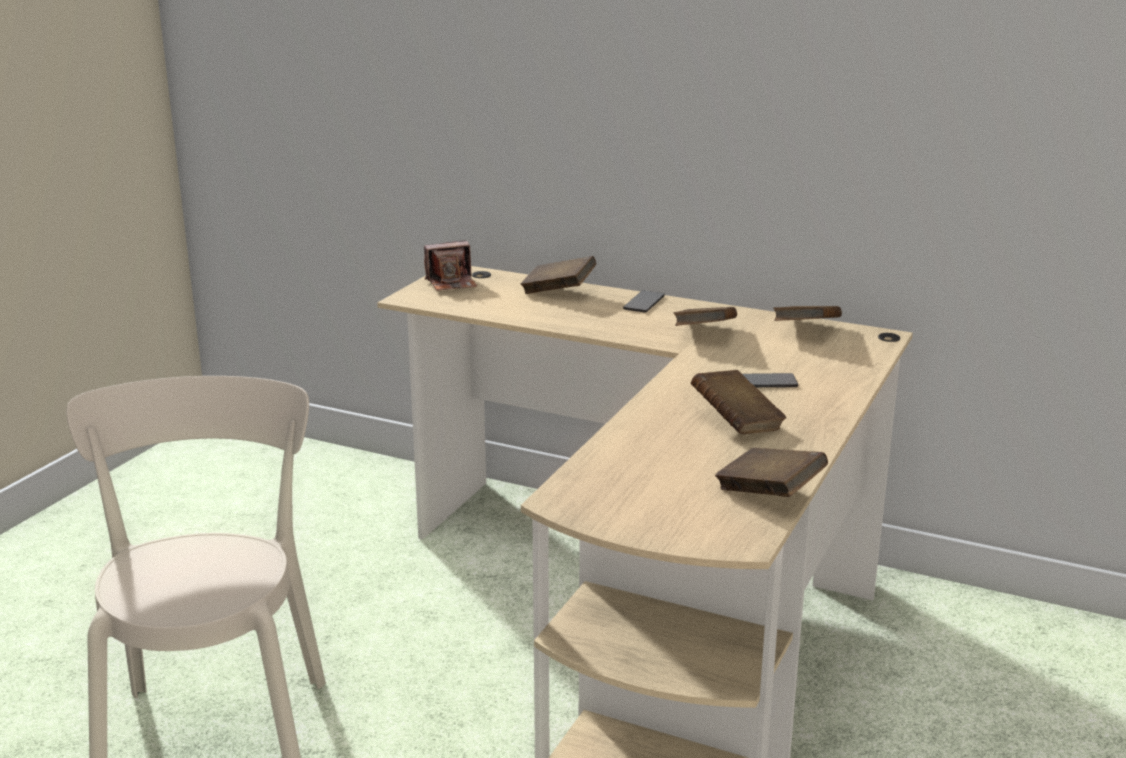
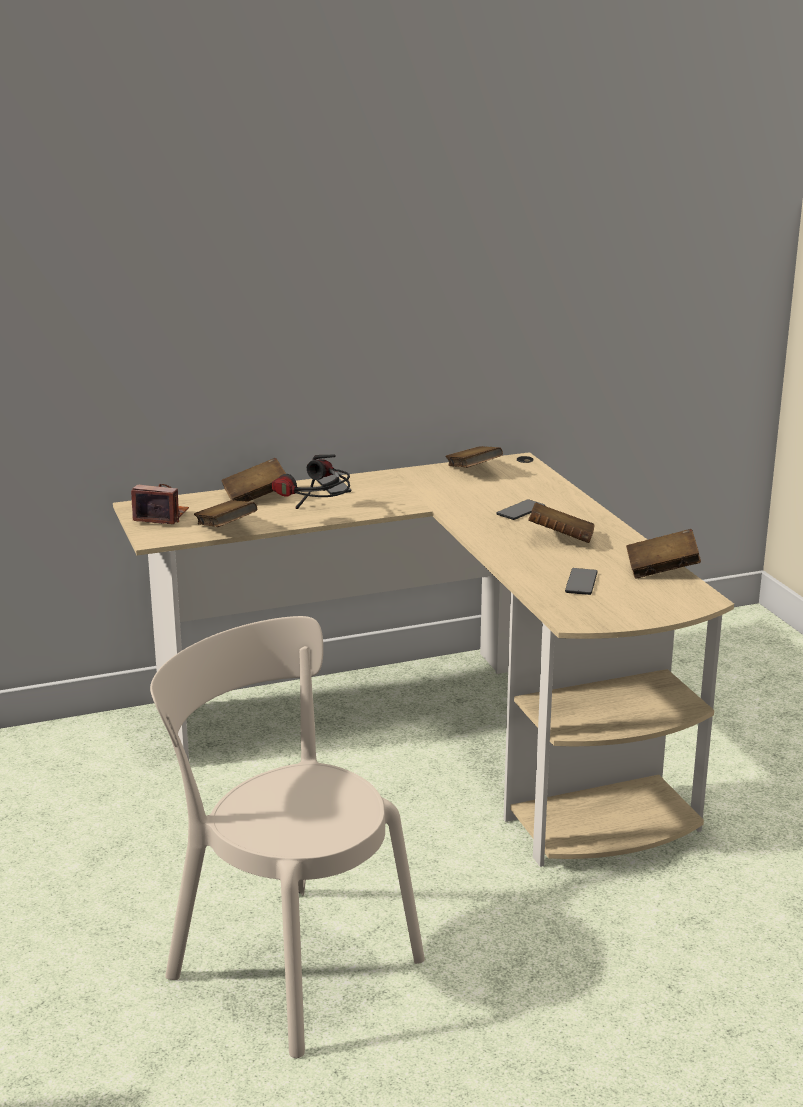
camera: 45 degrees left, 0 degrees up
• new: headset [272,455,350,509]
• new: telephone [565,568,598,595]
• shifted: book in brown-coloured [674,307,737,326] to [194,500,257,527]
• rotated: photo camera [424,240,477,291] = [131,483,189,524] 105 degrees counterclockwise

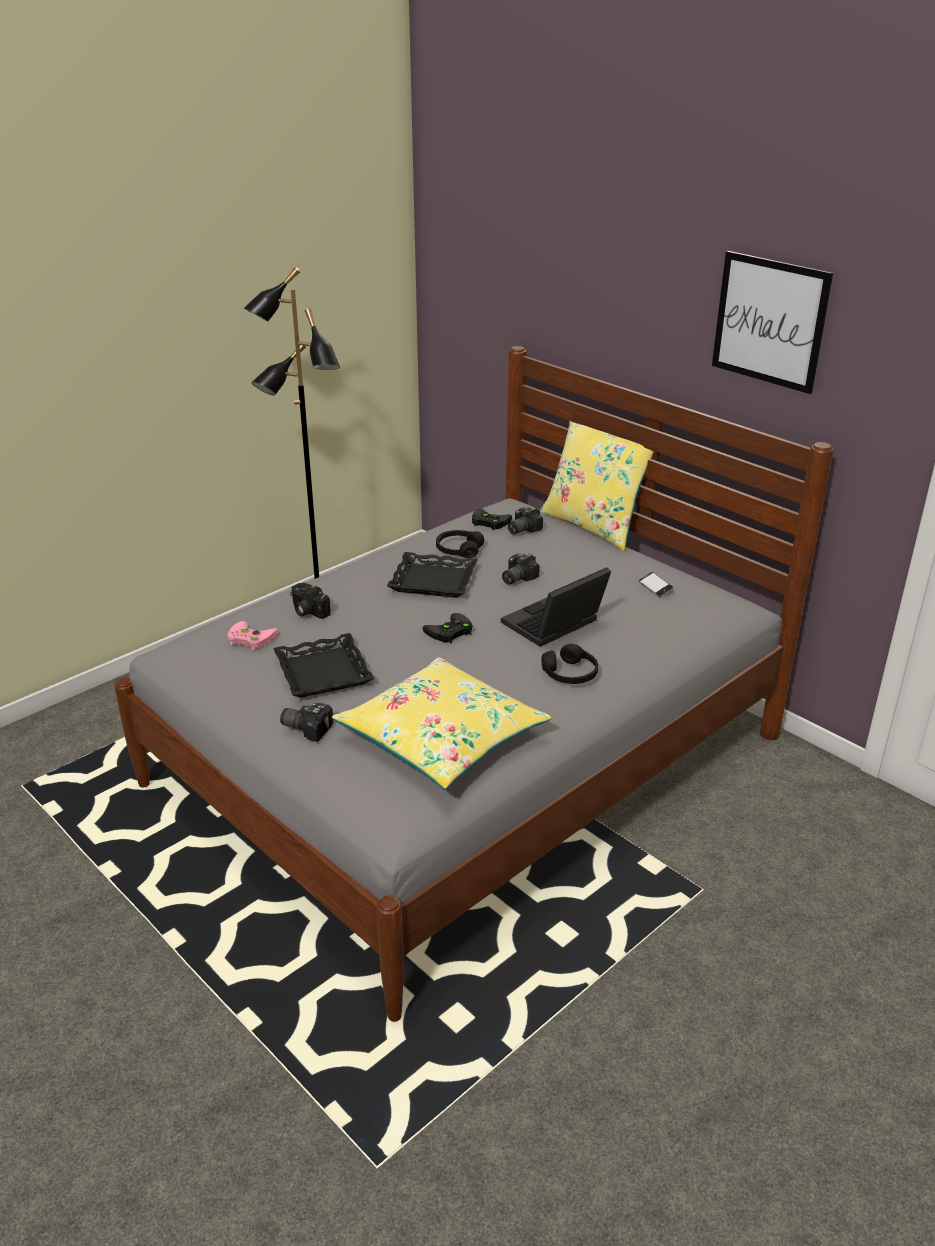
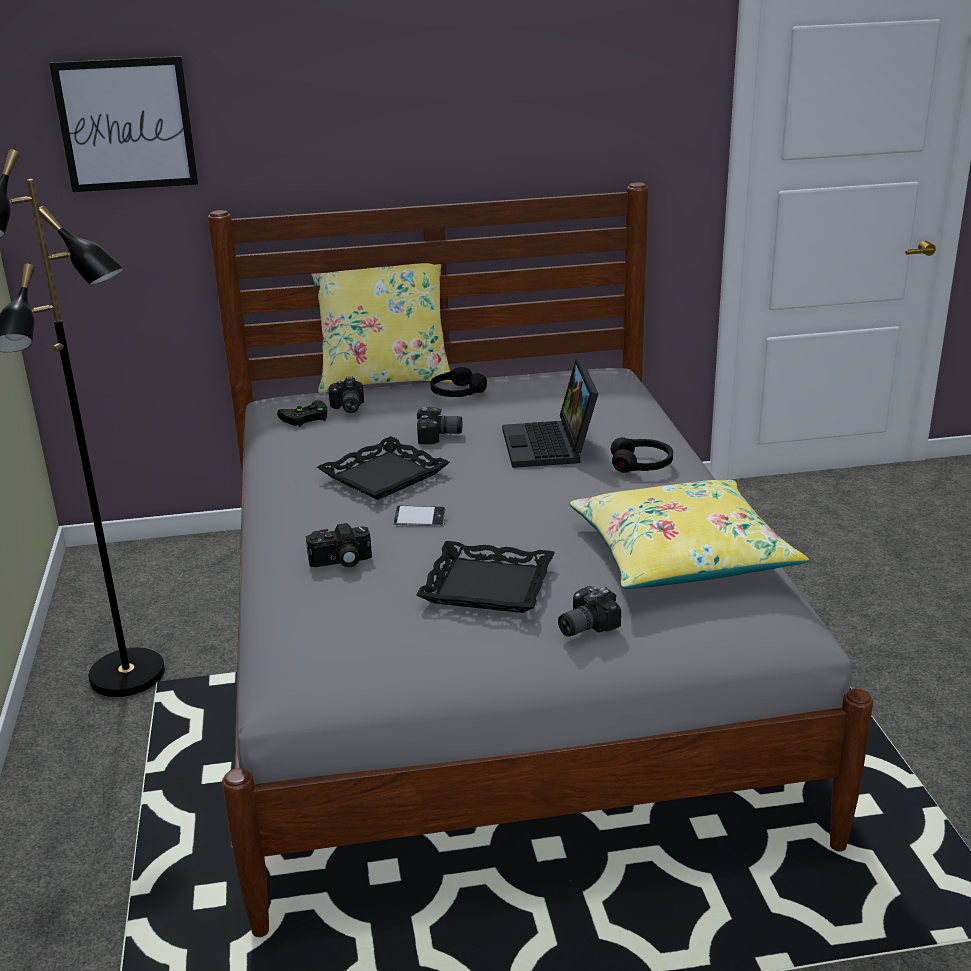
camera: 55 degrees left, 5 degrees down
• gone: game controller in pinkish [228,621,279,650]
• gone: game controller in black-coloured [423,613,473,644]
• shifted: headset in black-coloured [436,530,484,558] to [431,367,487,397]
• shifted: telephone [639,572,674,597] to [394,505,445,526]
• shifted: wall picture [712,251,833,394] to [49,56,198,192]
• rotated: photo camera [502,553,540,584] = [417,407,462,444] 75 degrees counterclockwise

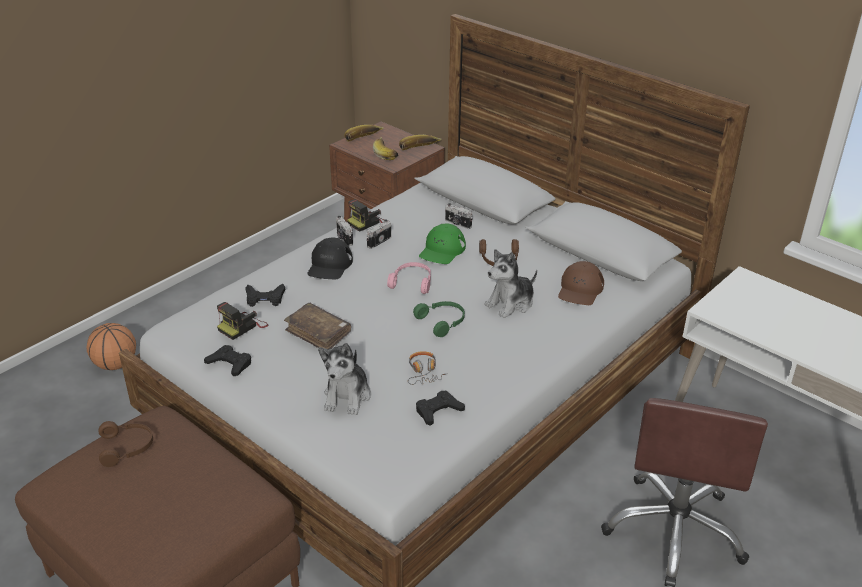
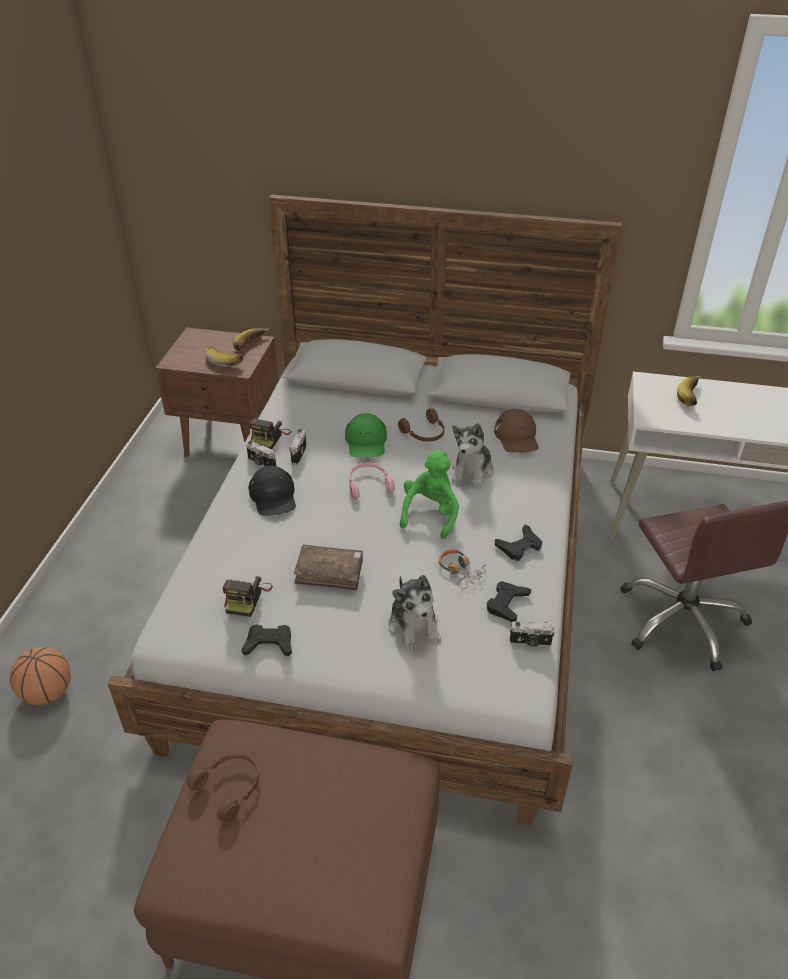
camera: 30 degrees left, 5 degrees up
• shifted: game controller in black-coloured [245,284,285,307] to [495,524,542,561]
• shifted: whole banana [345,125,384,141] to [677,376,701,406]
• shifted: photo camera [445,203,472,229] to [510,621,555,647]
• swapped: headset in greenish [413,301,465,337] to soft toy in greenish [400,450,459,539]

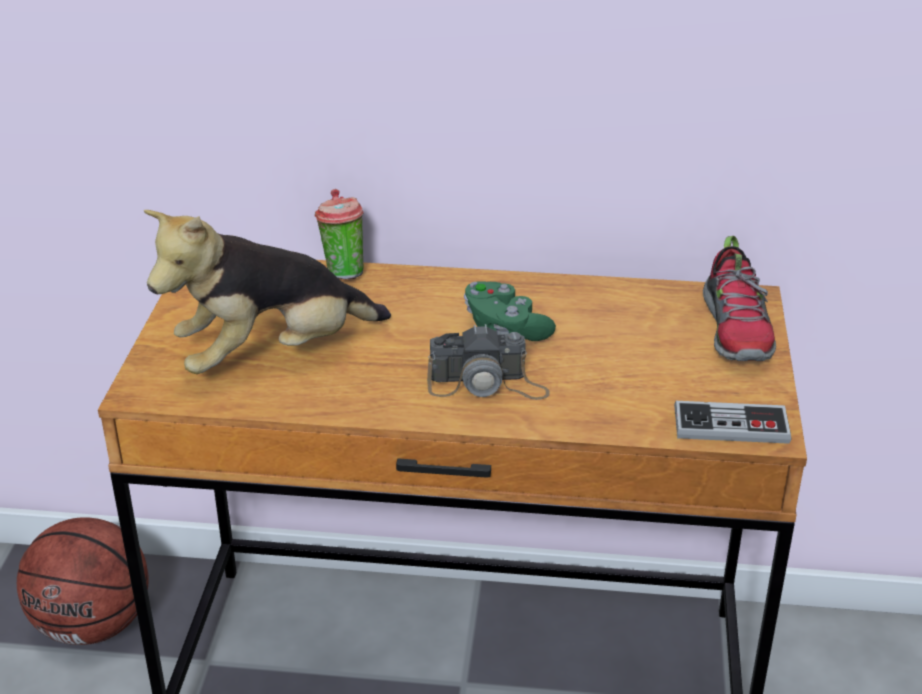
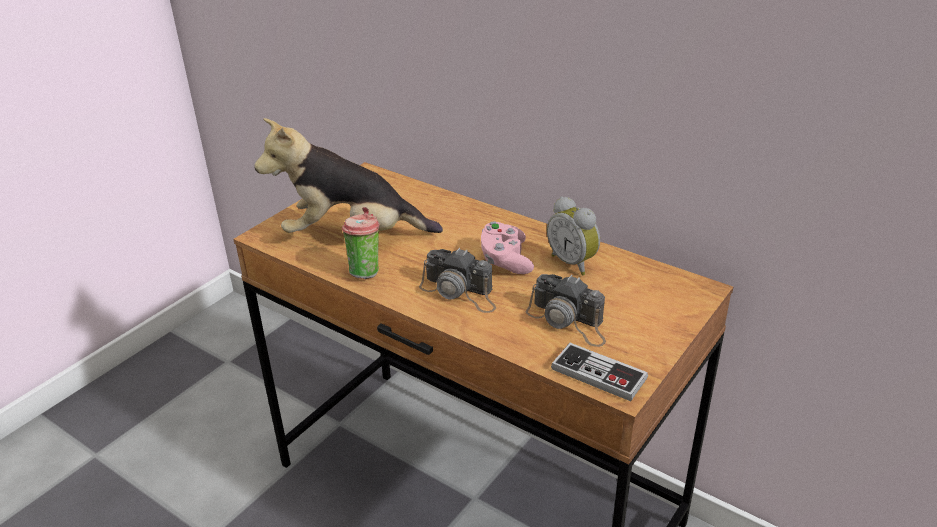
camera: 30 degrees right, 0 degrees up
• gone: ball for basketball [17,517,148,645]
• gone: shoe [703,236,776,361]
• new: photo camera [526,274,606,347]
• new: table clock [547,196,600,275]
• shifted: drinking cup [315,189,364,279] to [342,207,379,279]
• repainted: game controller in greenish [464,281,556,341] to game controller in pinkish [481,222,534,274]

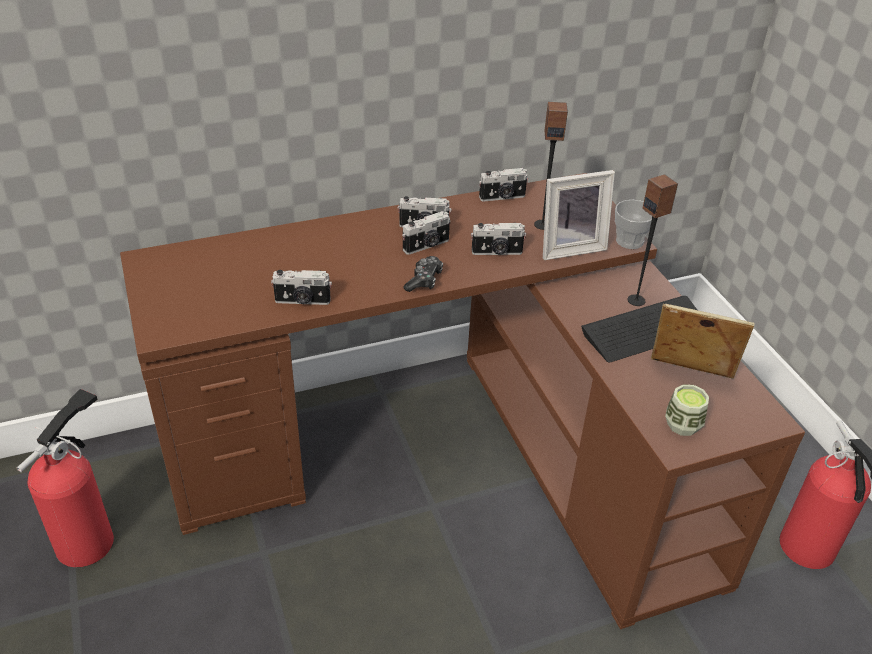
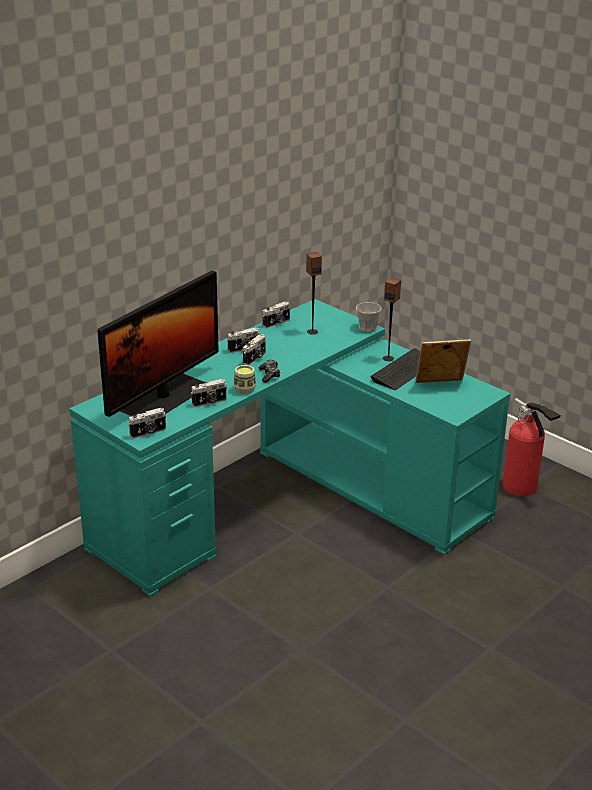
camera: 25 degrees left, 10 degrees down
• gone: fire extinguisher [17,389,114,567]
• gone: standing frame [543,170,615,260]
• new: monitor [97,271,219,417]
• shifted: photo camera [471,223,526,255] to [128,408,166,439]
• shifted: drinking cup [665,384,709,436] to [234,365,256,394]
• repainted: desk in brown-coloured [120,173,805,629] to desk in turquoise [69,299,510,596]

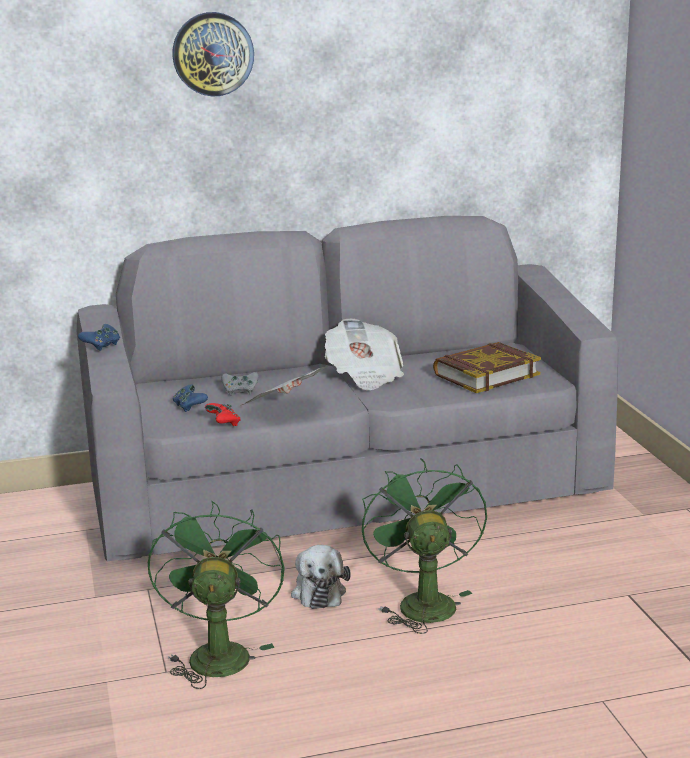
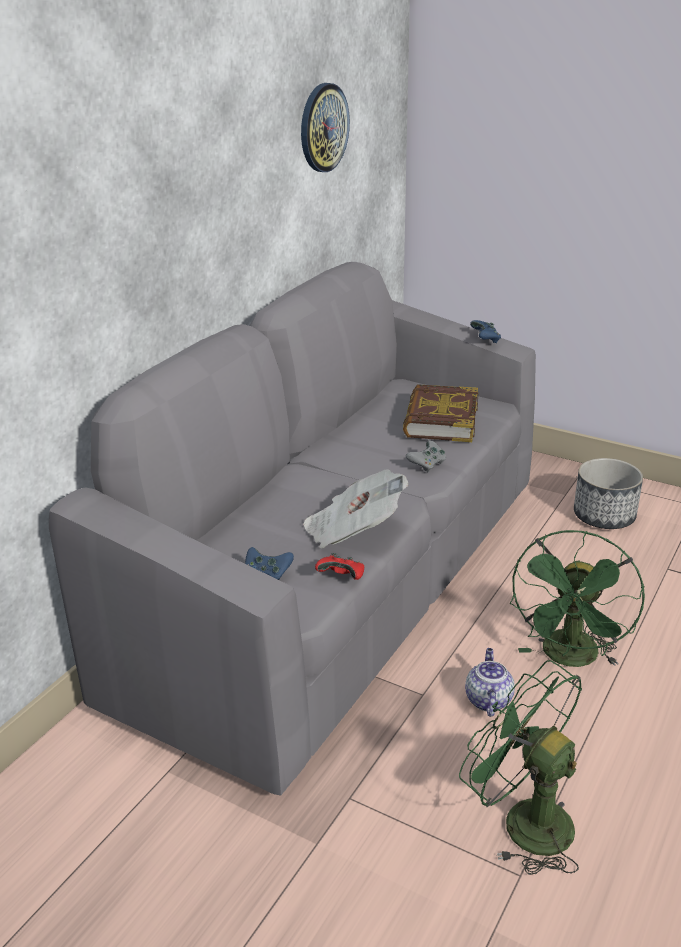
camera: 45 degrees left, 10 degrees up
• gone: printed paper [325,318,404,391]
• new: plant pot [574,458,643,529]
• shifted: game controller in blue-coloured [78,324,120,351] to [470,320,501,343]
• shifted: hanging clock [172,12,254,97] to [301,83,350,172]
• shifted: game controller in grey [221,372,259,395] to [406,440,446,472]
• swapped: soft toy [291,545,351,609] to tea pot [465,648,515,717]
• rotated: electric fan in greenish [362,458,487,634] = [510,530,645,667] 105 degrees counterclockwise

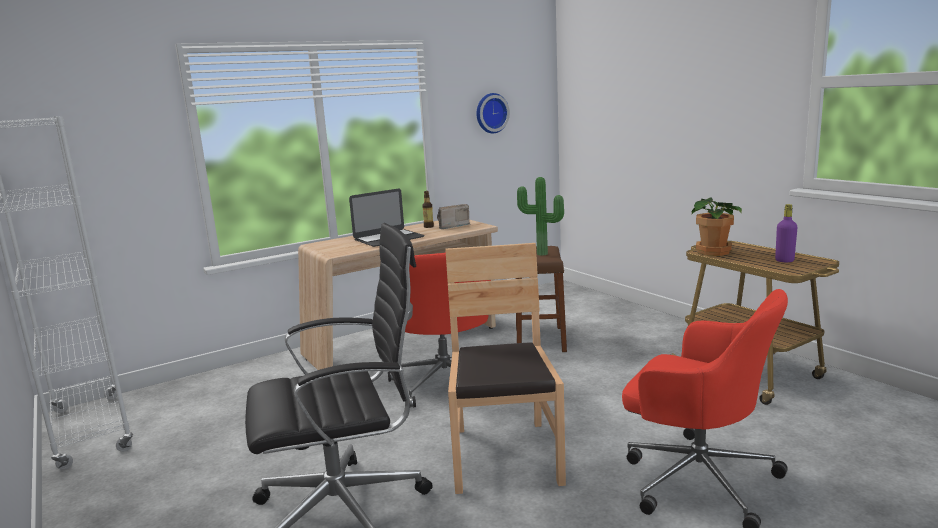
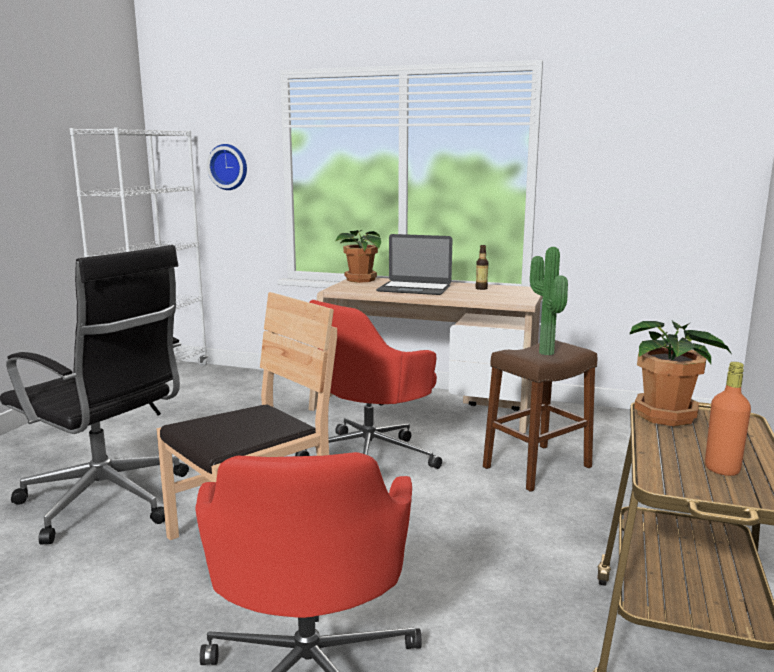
camera: 50 degrees right, 0 degrees up
• gone: radio set [437,204,470,229]
• new: houseplant [335,230,381,283]
• shifted: hanging clock [476,93,510,133] to [207,144,247,190]
• repainted: beverage bottle in purple-coloured [775,204,798,262] to beverage bottle in orangey [705,362,751,476]

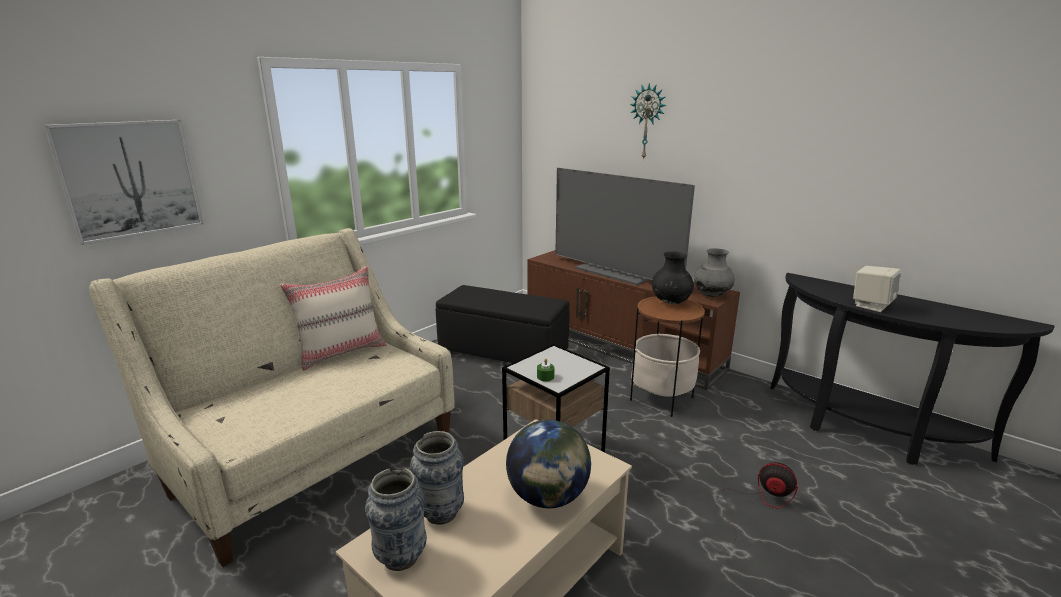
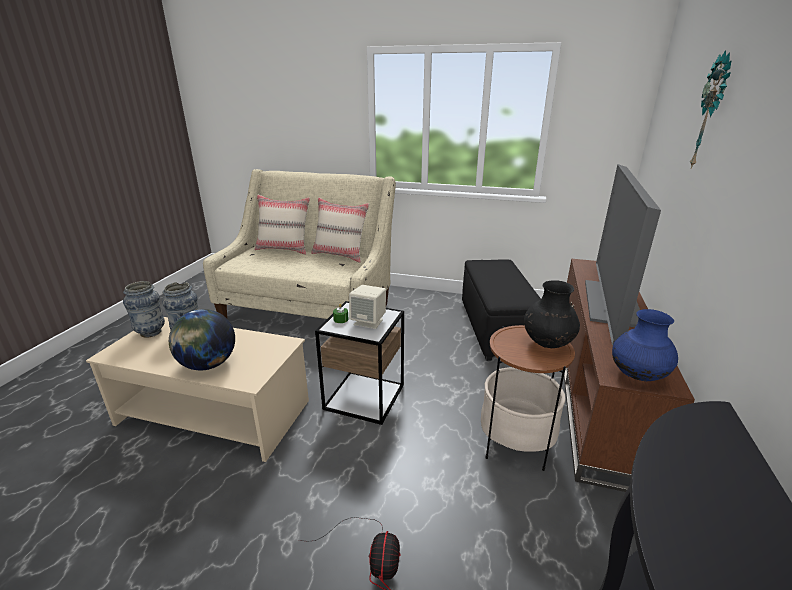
camera: 65 degrees right, 5 degrees up
• gone: wall picture [43,120,204,245]
• new: cushion in beige [255,195,310,255]
• shifted: audio speaker in beige [853,266,901,312] to [349,285,386,329]
• repainted: decorative vase in grey [694,248,735,297] to decorative vase in blue-coloured [612,309,678,381]

